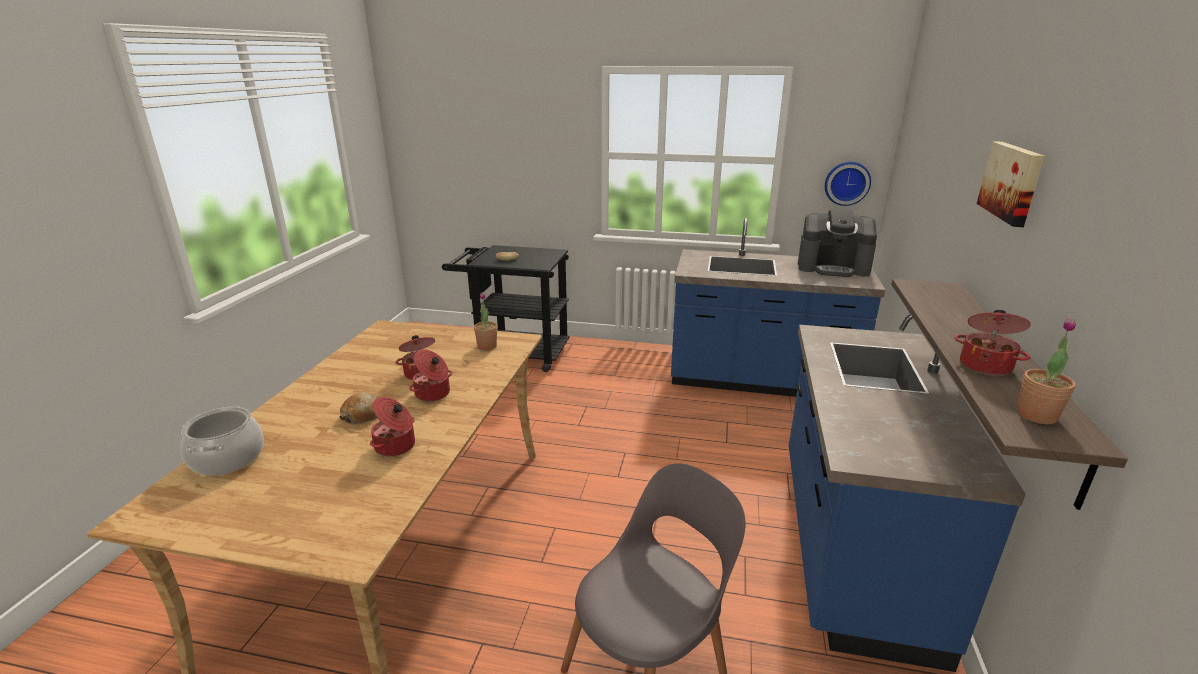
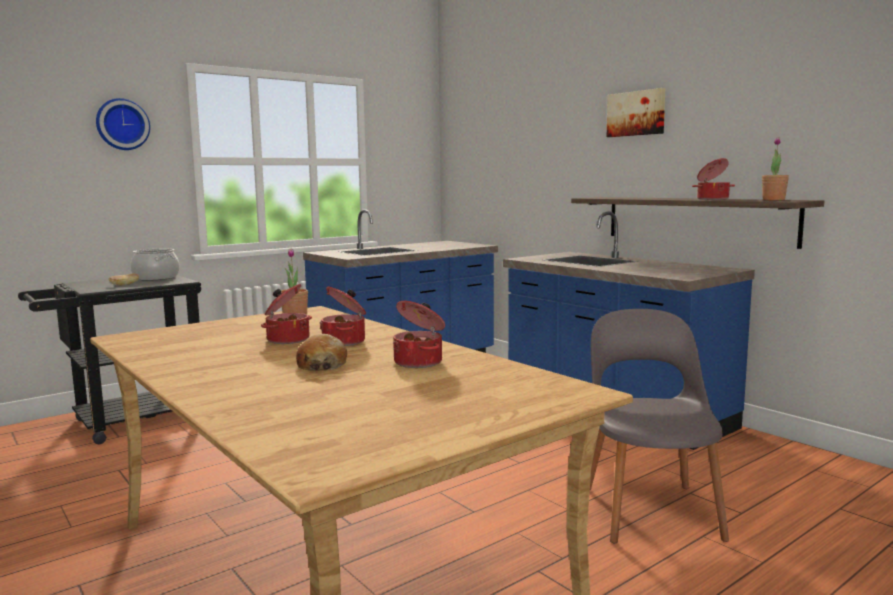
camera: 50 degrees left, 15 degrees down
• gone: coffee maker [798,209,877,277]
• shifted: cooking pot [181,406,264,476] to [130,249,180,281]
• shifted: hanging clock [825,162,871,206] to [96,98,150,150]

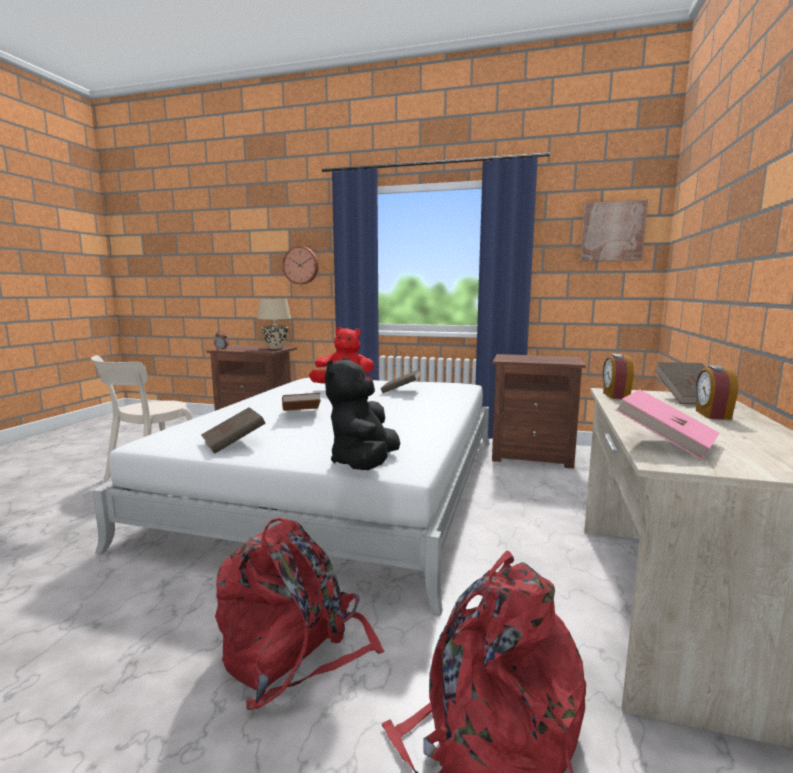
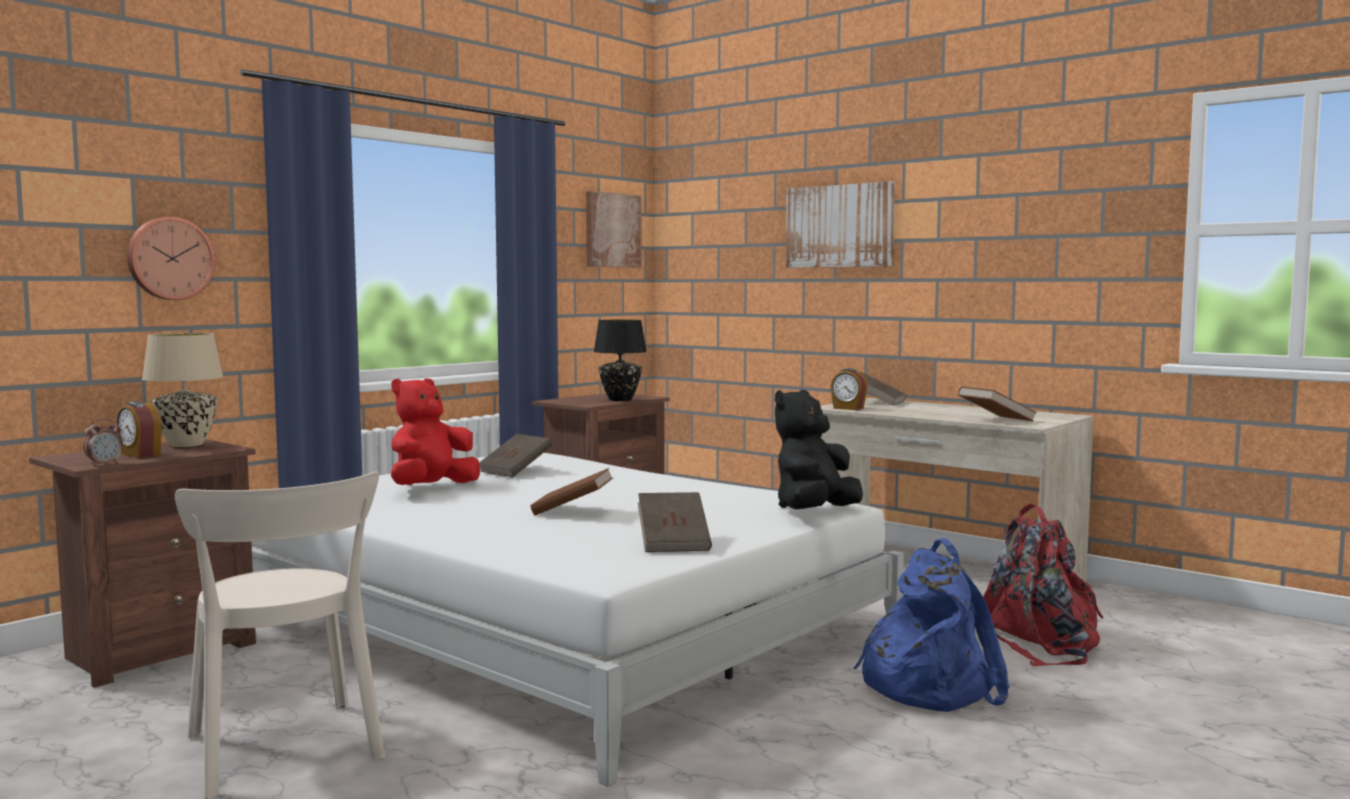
camera: 65 degrees left, 5 degrees down
• new: tabletop lamp in black-coloured [594,320,647,401]
• new: wall picture [786,181,895,268]
• shifted: table clock [696,365,738,420] to [117,401,162,458]
• repainted: knapsack in reddish [215,518,385,710] to knapsack in blue-coloured [854,538,1010,712]
• repainted: book in pinkish [615,389,720,460] to book in brown-coloured [958,386,1037,421]
• rotated: soft toy in black-coloured [325,358,400,470] = [775,390,863,509] 90 degrees clockwise

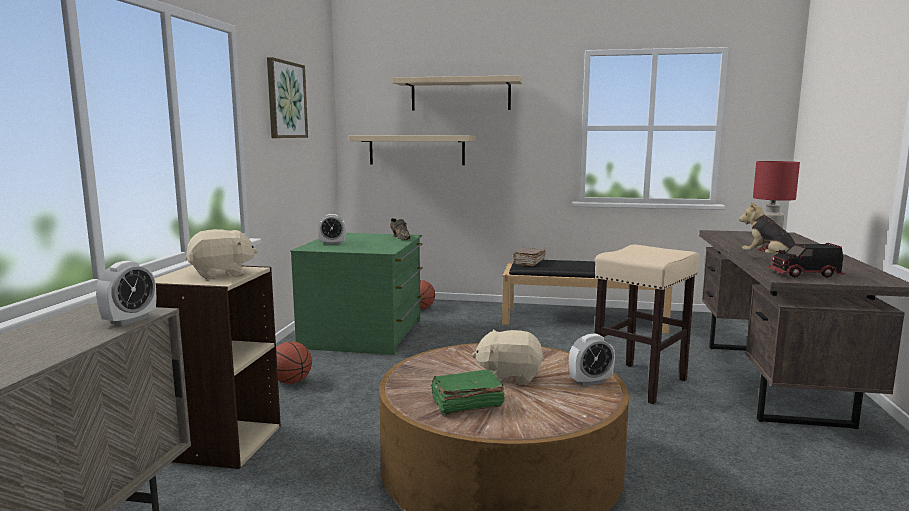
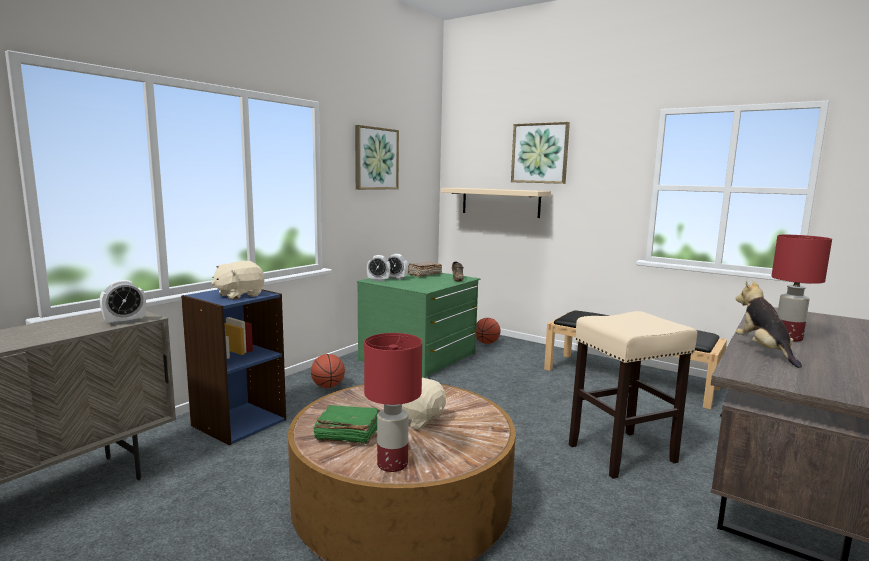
camera: 25 degrees right, 0 degrees up
• gone: toy truck [768,243,844,278]
• new: tabletop lamp in reddish [364,333,422,472]
• shifted: book in brown-coloured [513,248,545,266] to [408,261,442,277]
• shifted: table clock [569,333,615,386] to [367,255,390,281]
• swapped: wall shelf in beige [392,75,523,111] to wall picture [511,122,570,184]
• repainted: bookshelf in beige [155,265,281,469] to bookshelf in blue-coloured [181,289,286,445]
• rotated: soft toy in beige [185,229,258,279] = [211,261,265,300] 135 degrees clockwise

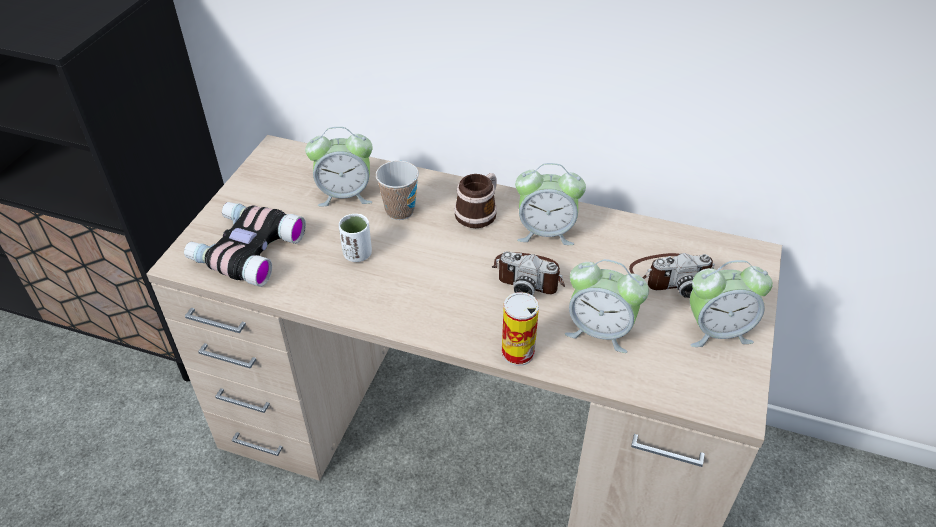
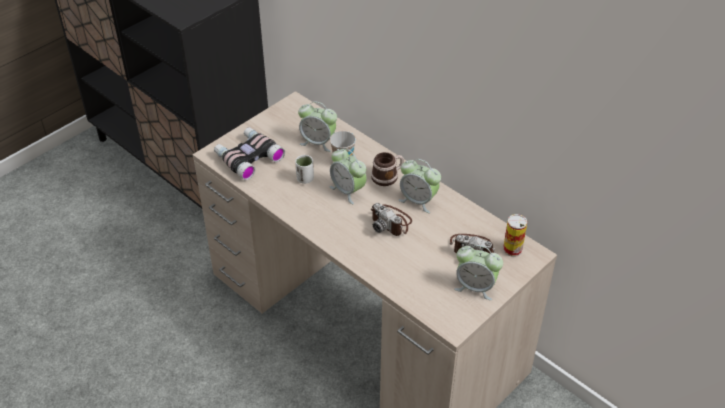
camera: 25 degrees right, 0 degrees up
• shifted: sealed can [502,292,539,366] to [503,214,527,257]
• shifted: table clock [565,259,649,353] to [330,149,367,204]

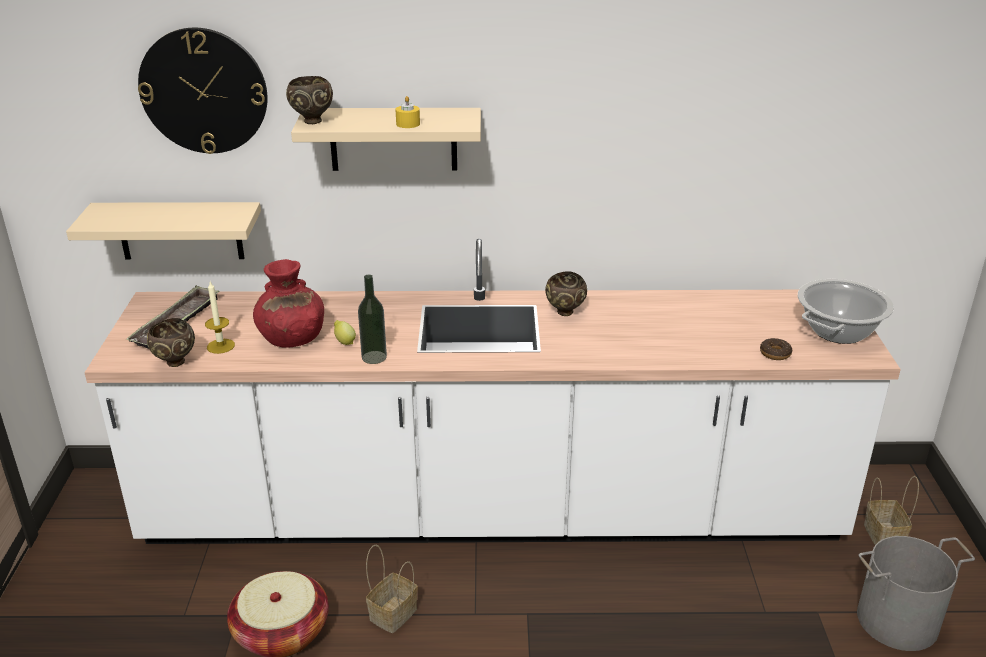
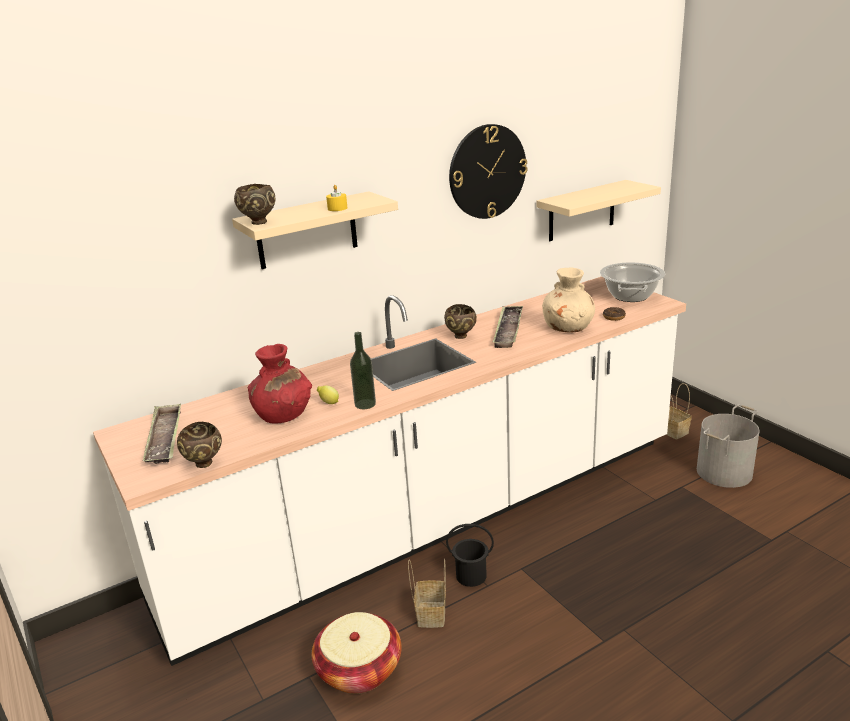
camera: 30 degrees left, 5 degrees down
• gone: wax candle [205,282,235,354]
• new: water bucket in black-coloured [446,524,494,587]
• new: serving tray [492,306,523,348]
• new: decorative vase in beige [542,268,595,332]
• shifted: wall shelf in beige [66,202,261,260] to [536,180,661,241]
• shifted: hanging clock [138,28,267,154] to [449,124,528,219]

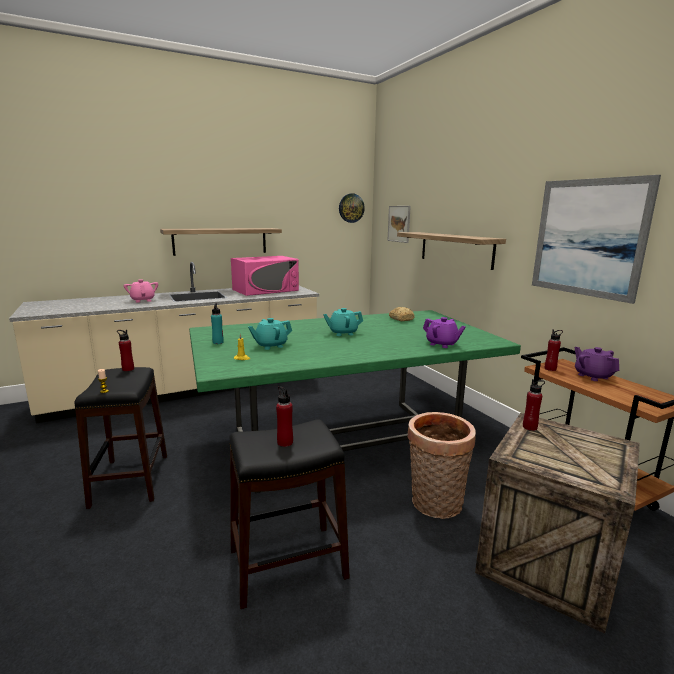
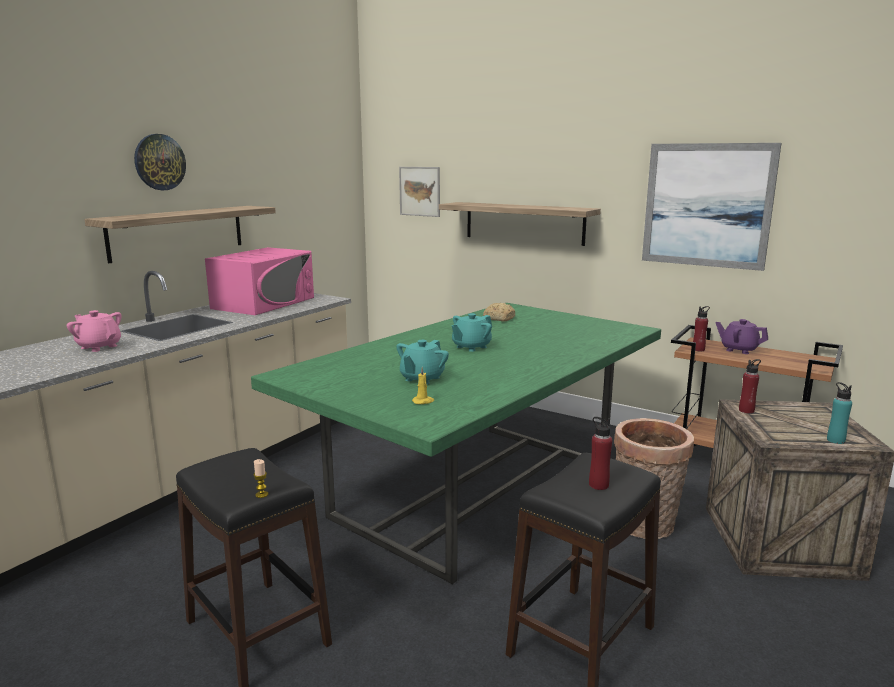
camera: 30 degrees left, 0 degrees up
• gone: beverage bottle in reddish [117,330,134,371]
• gone: tea pot in purple-coloured [423,317,466,348]
• shifted: beverage bottle in turquoise [211,303,224,344] to [827,382,852,444]
• shifted: hanging clock [339,193,365,223] to [134,134,186,190]

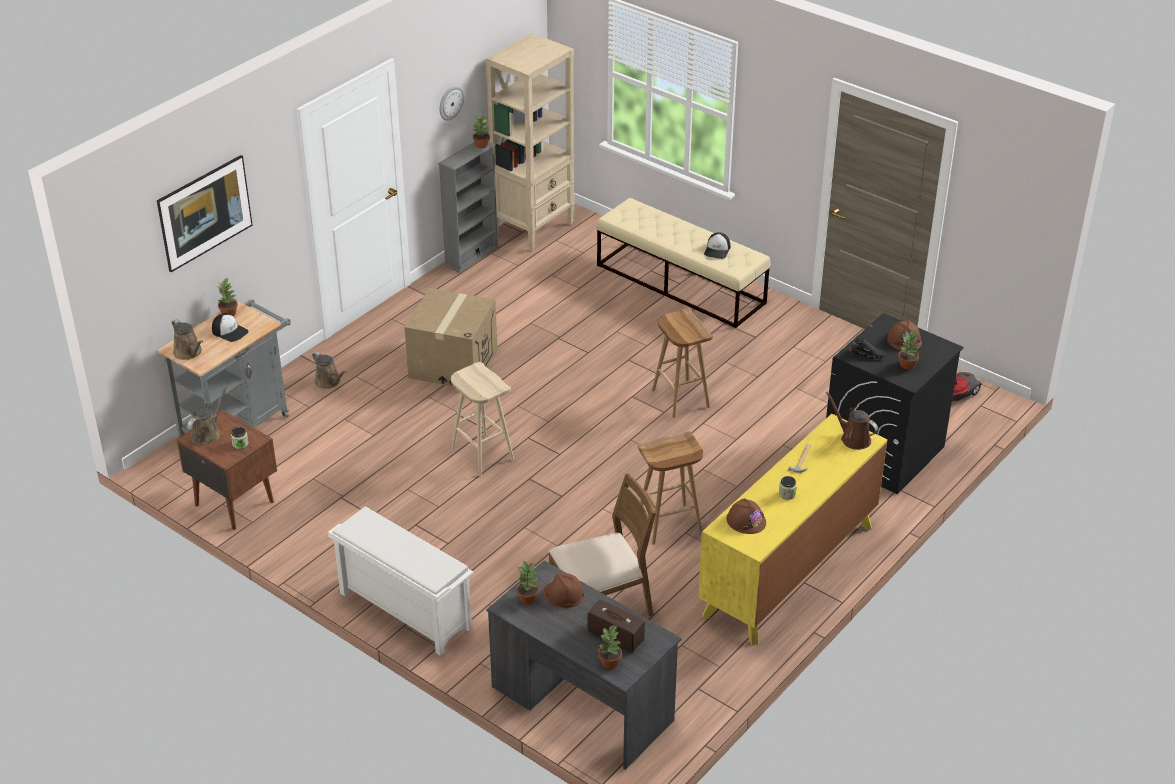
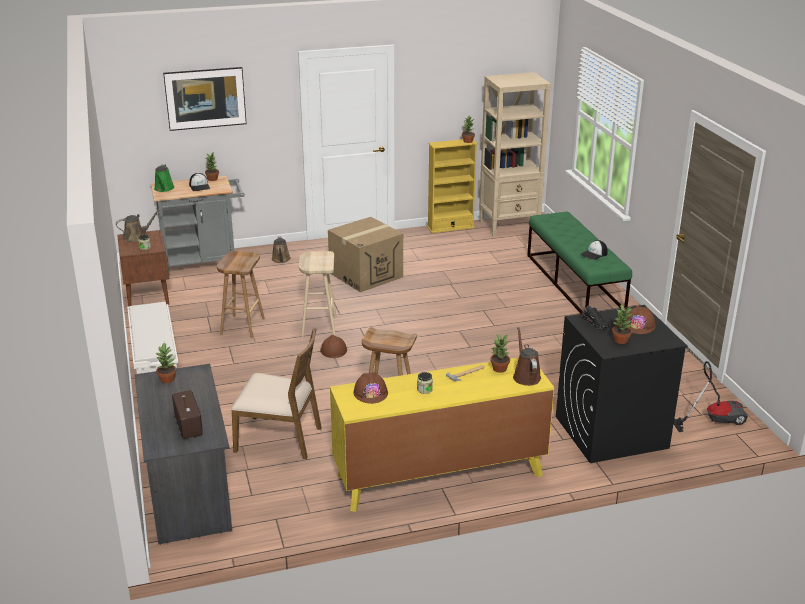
camera: 35 degrees right, 10 degrees down
• gone: hanging clock [439,86,464,121]
• shifted: safety helmet in brown-coloured [543,573,584,608] to [320,335,347,358]
• shifted: houseplant [598,625,622,669] to [490,334,510,373]
• shifted: sitting stool in brown-coloured [652,309,713,418] to [217,251,265,338]
• repainted: sprinkling can in brown-coloured [172,319,203,360] to sprinkling can in greenish [154,164,175,192]
• repainted: bookshelf in grey [438,142,499,273] to bookshelf in yellow [427,139,478,233]
• repainted: long seat in beige [596,198,770,328] to long seat in greenish [527,212,632,314]

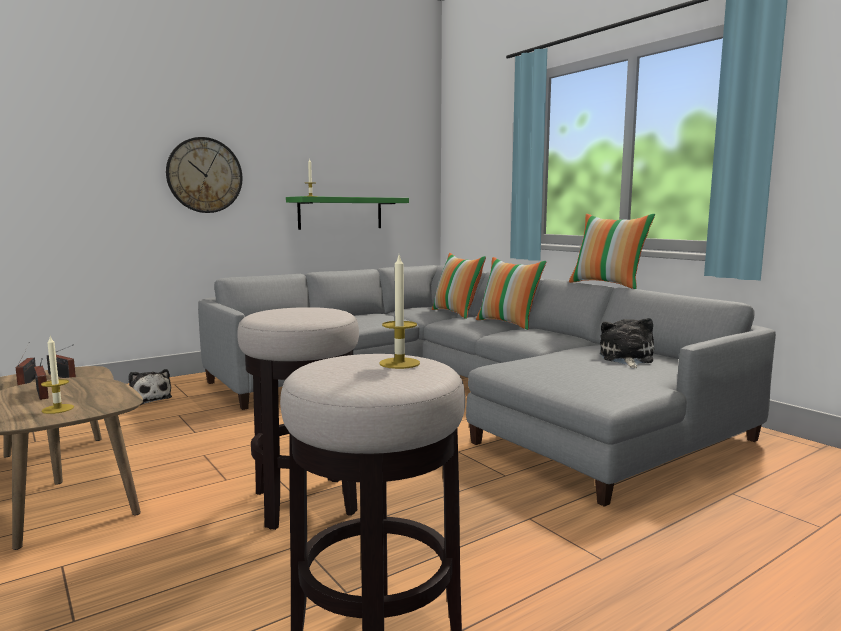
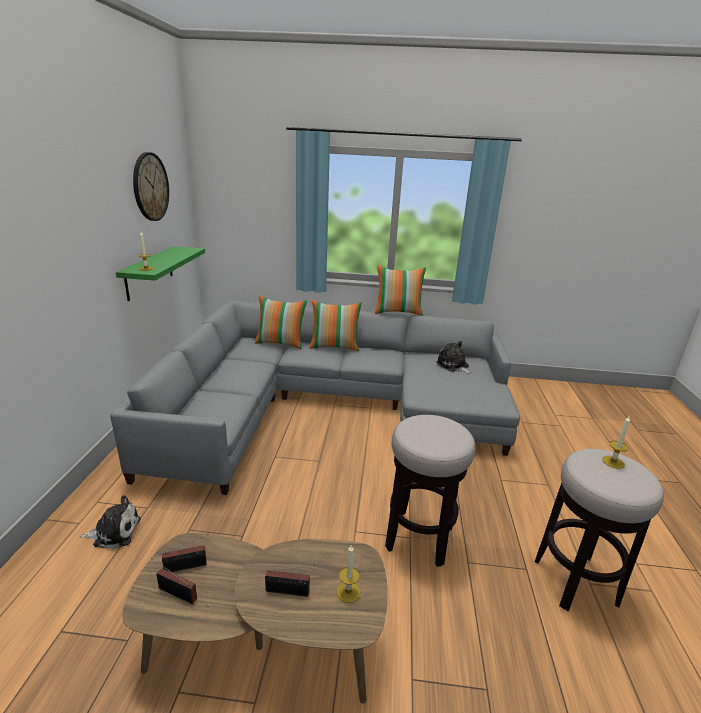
camera: 50 degrees left, 15 degrees up
• shifted: hanging clock [166,137,243,213] to [133,152,169,221]

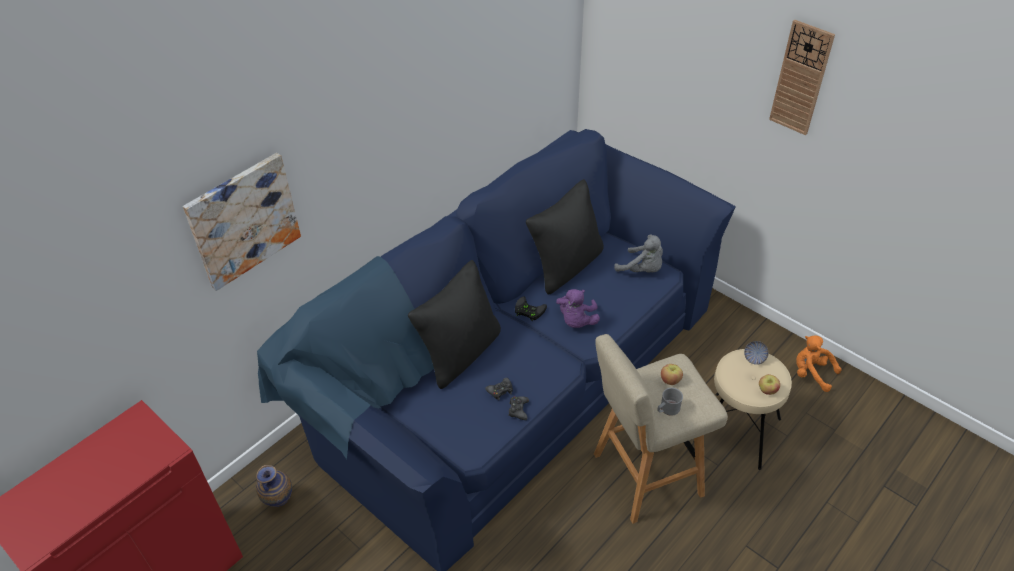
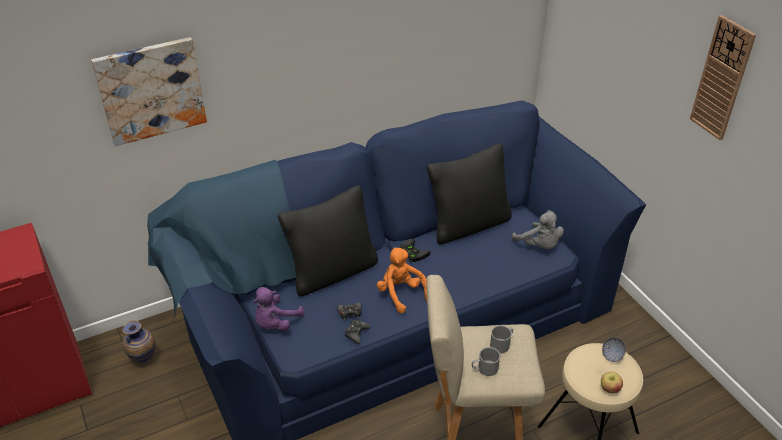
camera: 20 degrees right, 5 degrees down
• shifted: soft toy in purple-coloured [556,289,600,328] to [253,287,305,331]
• shifted: soft toy in orangey [796,335,842,392] to [377,247,427,313]
• swapped: apple fruit [661,364,683,385] to mug in grey [490,325,513,354]

